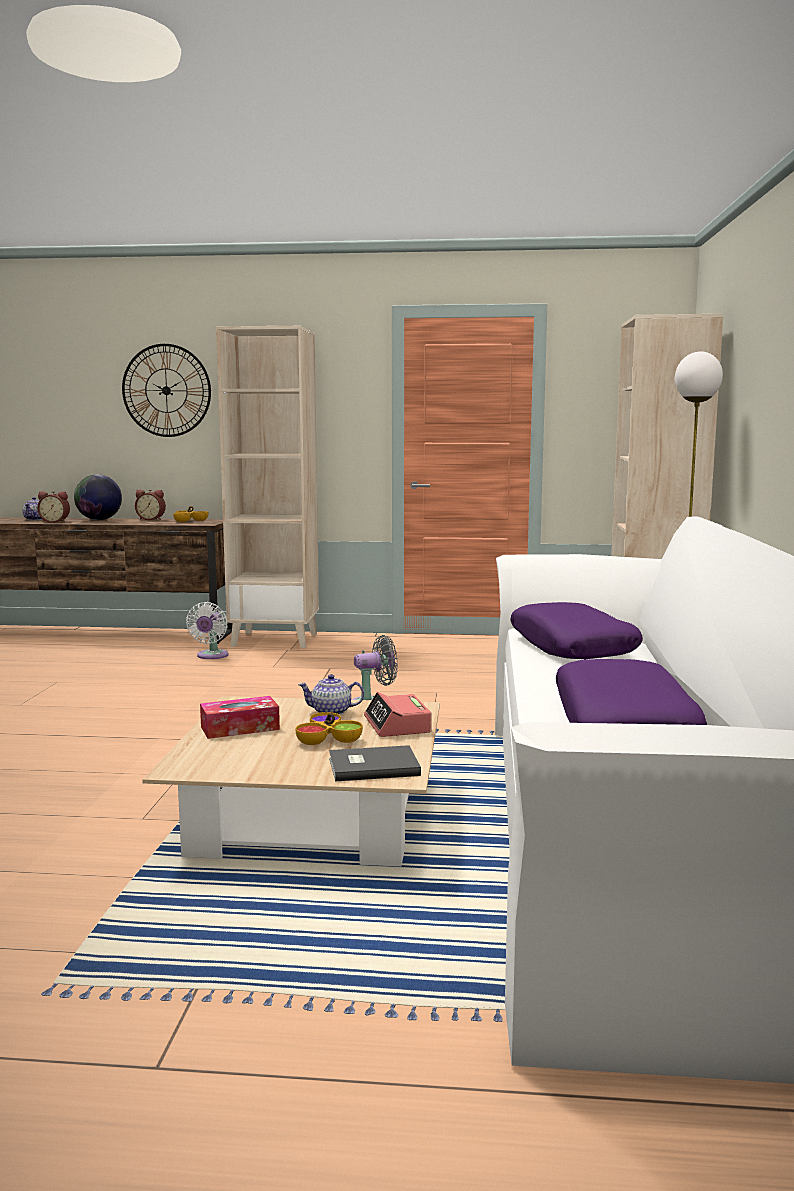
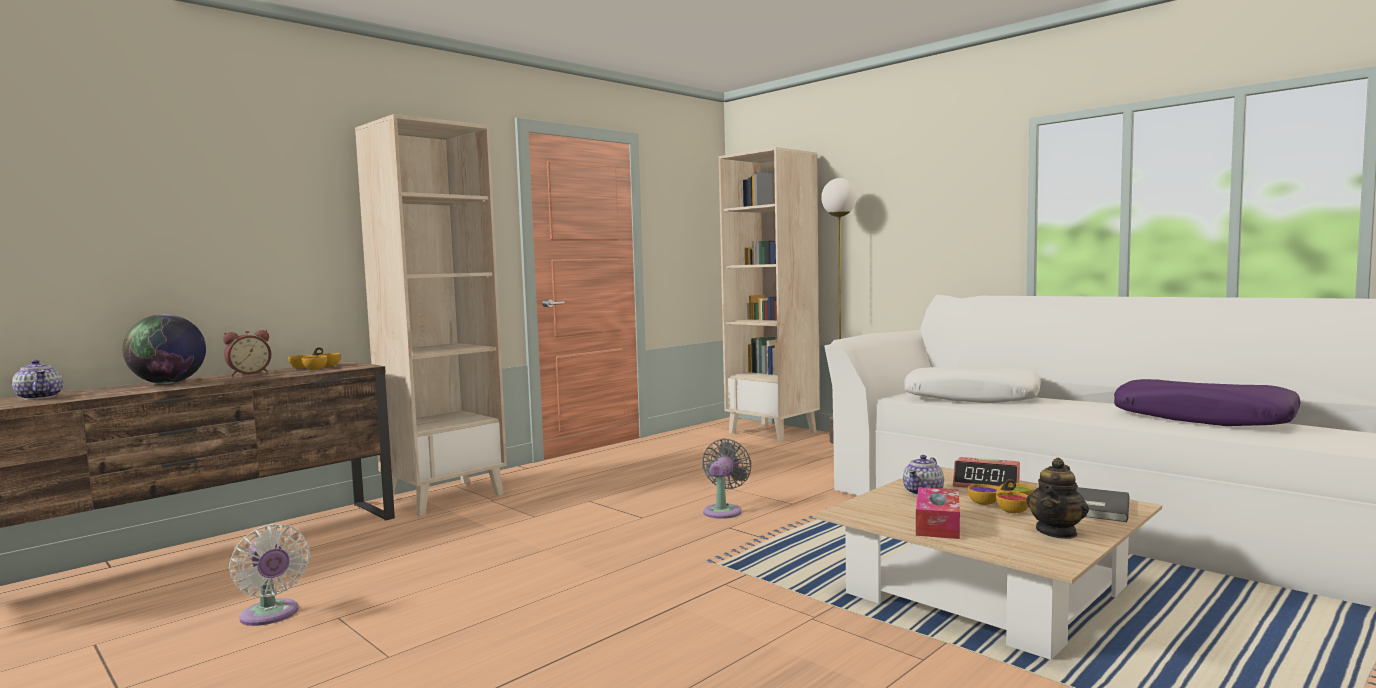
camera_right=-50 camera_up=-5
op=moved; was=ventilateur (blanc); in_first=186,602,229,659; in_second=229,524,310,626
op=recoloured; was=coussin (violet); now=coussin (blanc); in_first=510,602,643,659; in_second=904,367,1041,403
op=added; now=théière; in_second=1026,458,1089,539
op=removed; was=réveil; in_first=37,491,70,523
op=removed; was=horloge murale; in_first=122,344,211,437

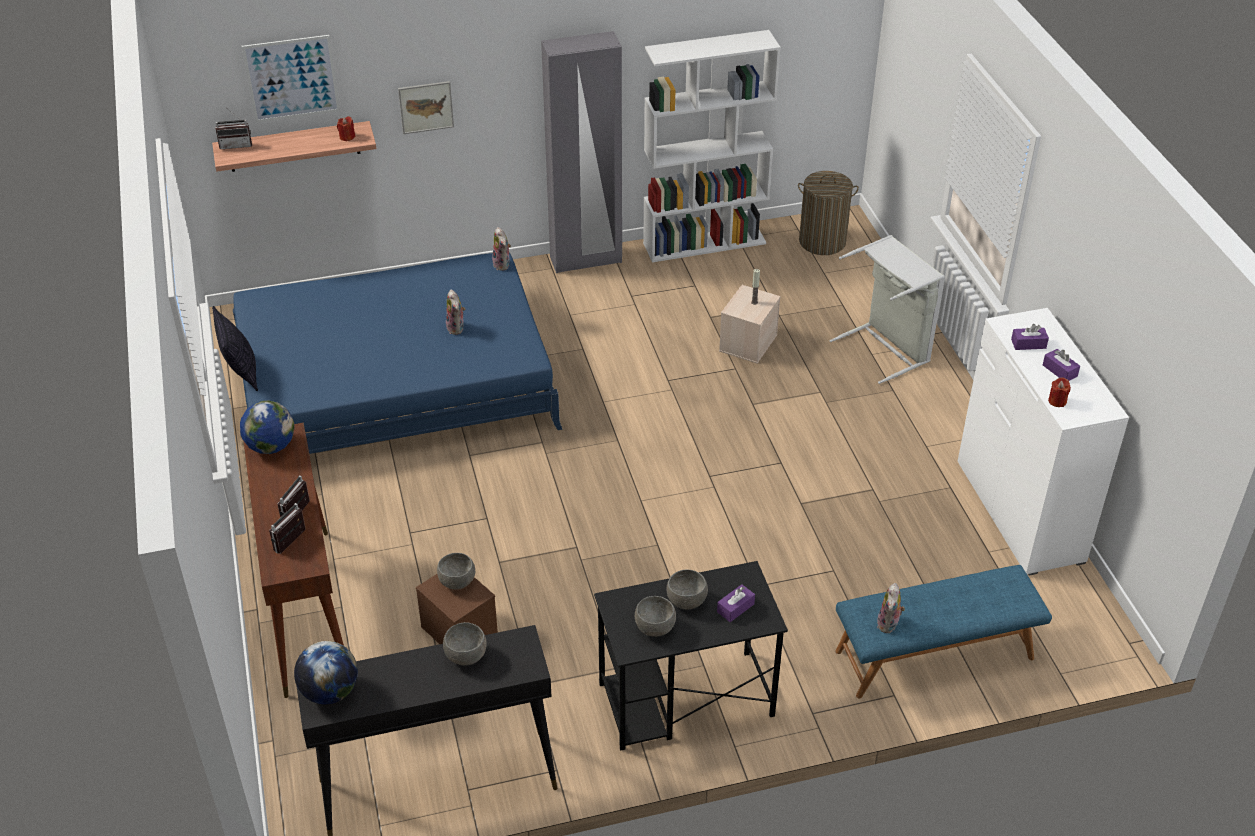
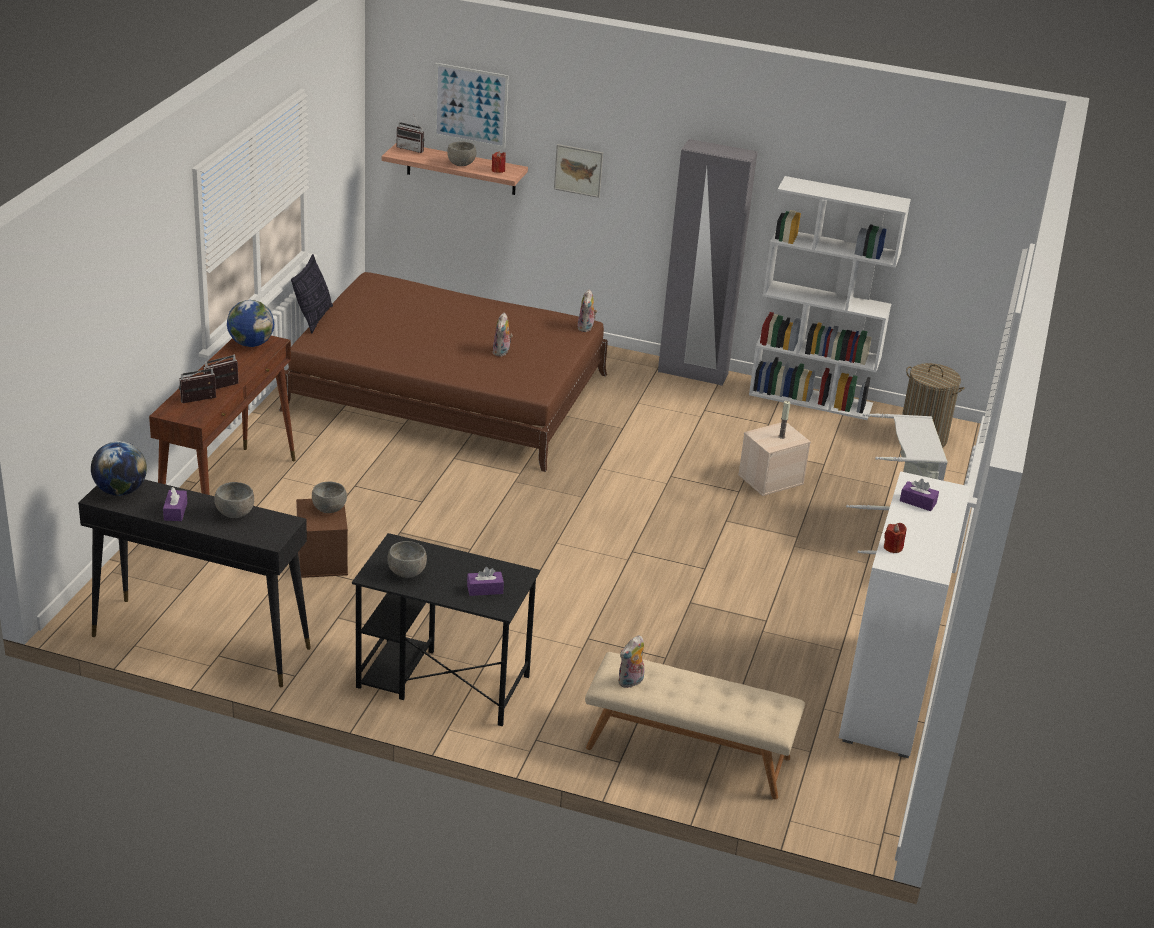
camera_right=30 camera_up=-10
op=moved; was=boîte à mouchoirs (violet); in_first=1043,349,1080,381; in_second=163,487,187,521
op=recoloured; was=lit (bleu); now=lit (marron); in_first=233,253,562,454; in_second=279,272,608,472
op=moved; was=bol (gris); in_first=666,570,708,609; in_second=447,141,476,166
op=recoloured; was=banc (bleu); now=banc (beige); in_first=836,565,1052,698; in_second=585,652,805,799

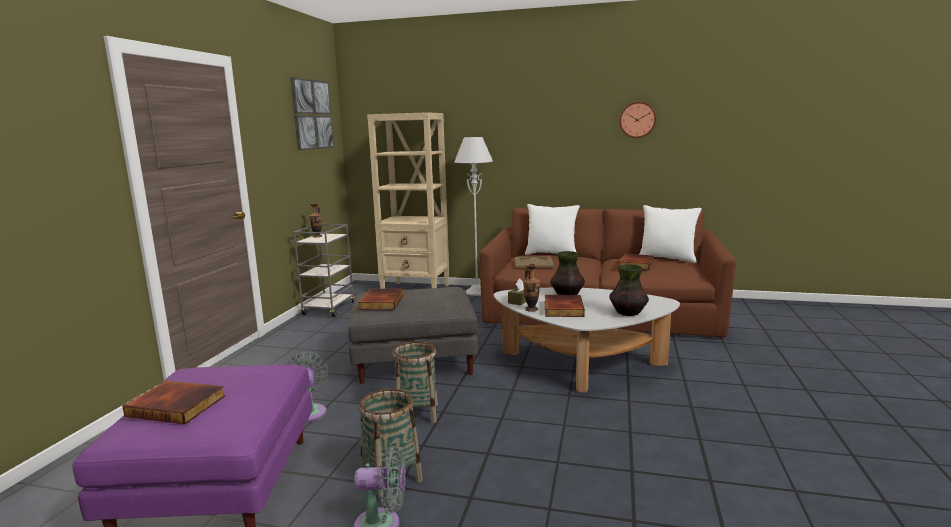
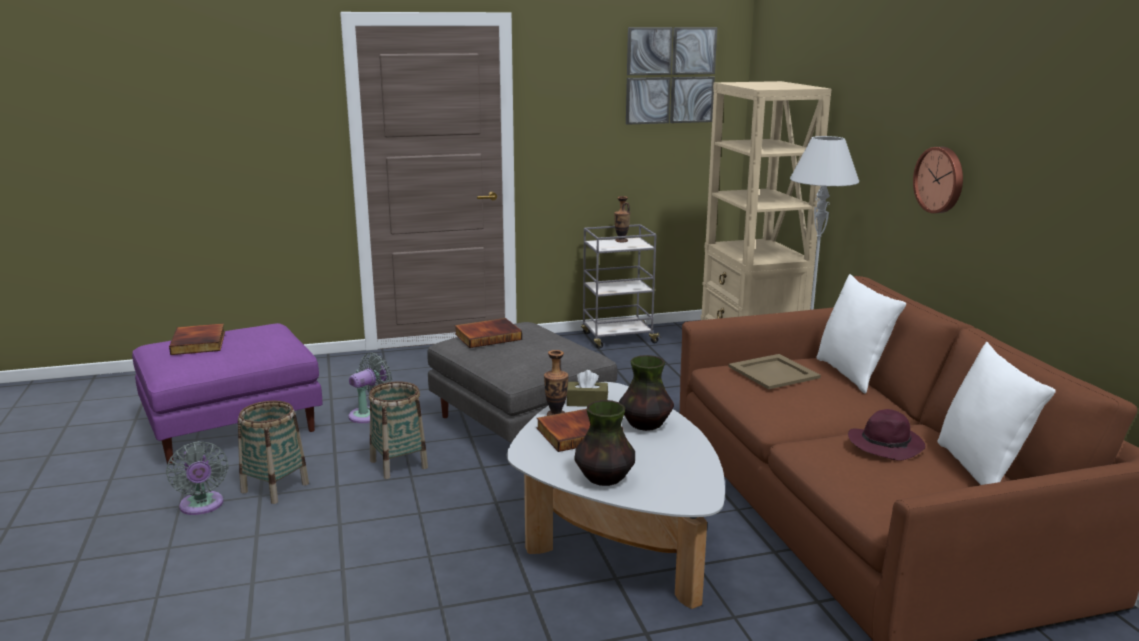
camera_right=60 camera_up=5
op=replaced; was=livre; now=chapeau (violet); in_first=619,254,654,270; in_second=848,409,925,461
op=moved; was=horloge murale; in_first=619,102,656,138; in_second=913,147,963,213

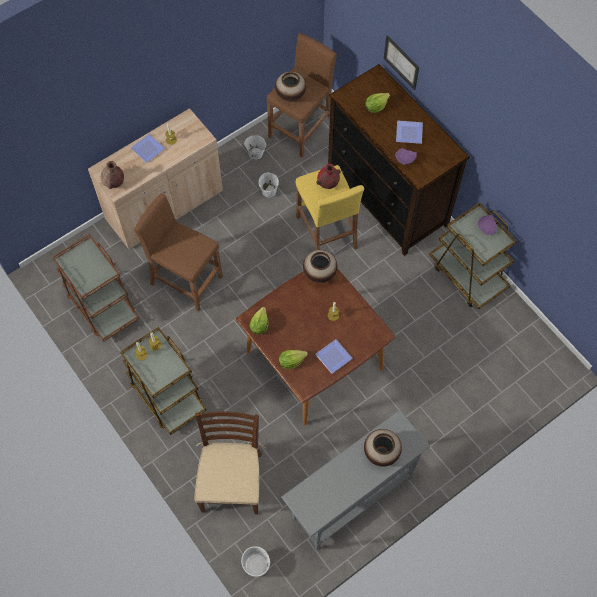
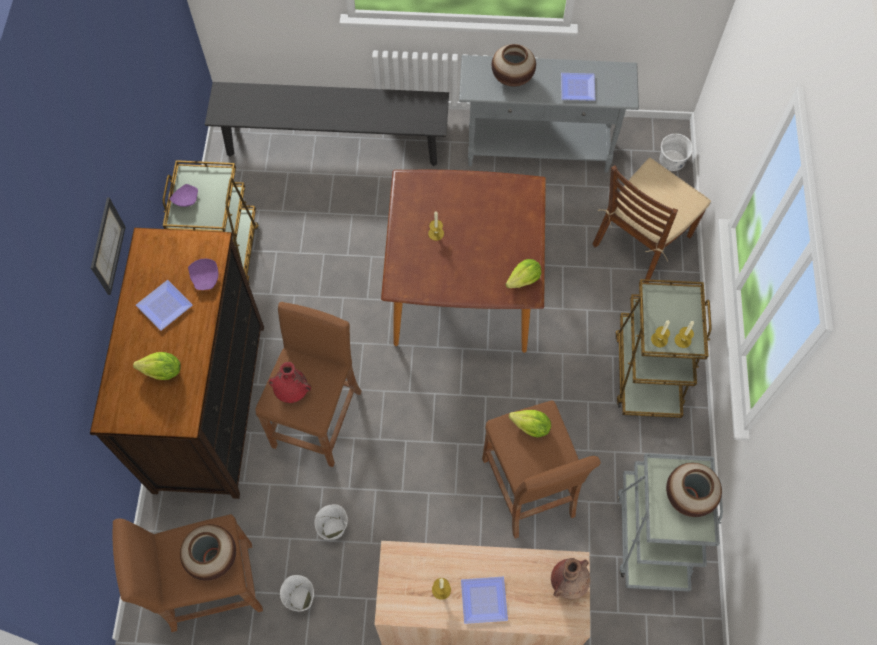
camera_right=-140 camera_up=0
op=moved; was=tableau; in_first=383,35,419,90; in_second=91,197,126,295
op=added; now=banc (noir); in_second=205,82,449,166
op=recoloured; was=tabouret (jaune); now=tabouret (marron); in_first=296,165,364,250; in_second=255,302,362,467
op=moved; was=laitue; in_first=279,350,308,369; in_second=509,410,551,437
op=moved; was=assiette; in_first=315,339,353,374; in_second=561,73,595,101
op=recoloured; was=chariot (marron); now=chariot (gris); in_first=52,234,139,341; in_second=618,453,723,592
op=moved; was=vase; in_first=303,250,337,283; in_second=666,463,722,517

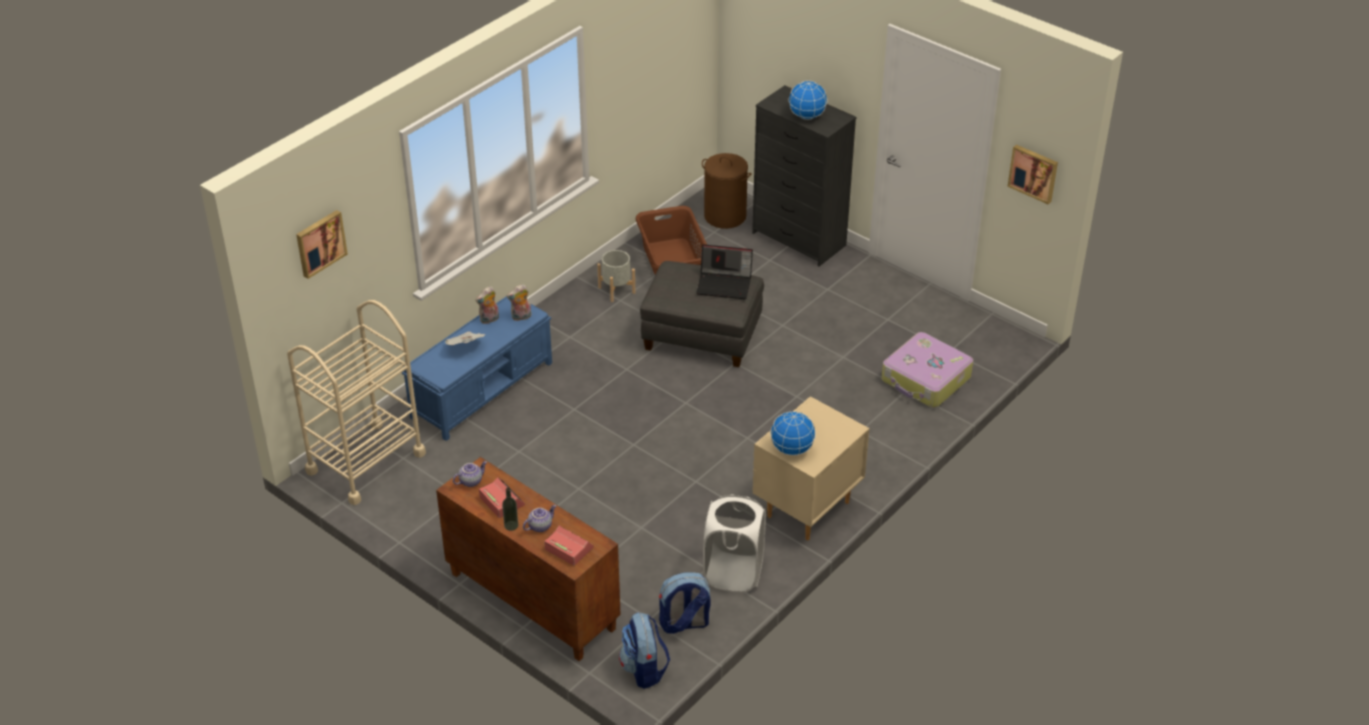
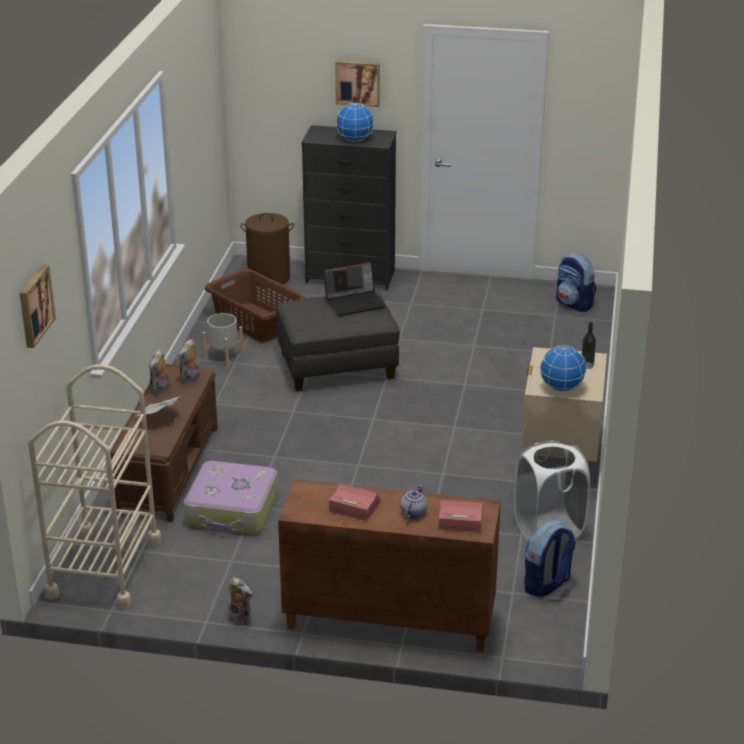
camera_right=-30 camera_up=-10
op=recoloured; was=banc (bleu); now=banc (marron); in_first=402,296,552,441; in_second=110,364,218,522
op=moved; was=valise; in_first=882,332,973,408; in_second=184,461,278,534
op=added; now=peluche; in_second=228,577,252,626
op=moved; was=tableau; in_first=1007,145,1058,204; in_second=335,60,380,107
op=moved; was=sac à dos; in_first=619,612,670,689; in_second=556,253,596,312
op=moved; was=bouteille; in_first=502,488,518,531; in_second=582,322,596,369
op=removed; was=théière; in_first=453,461,487,487

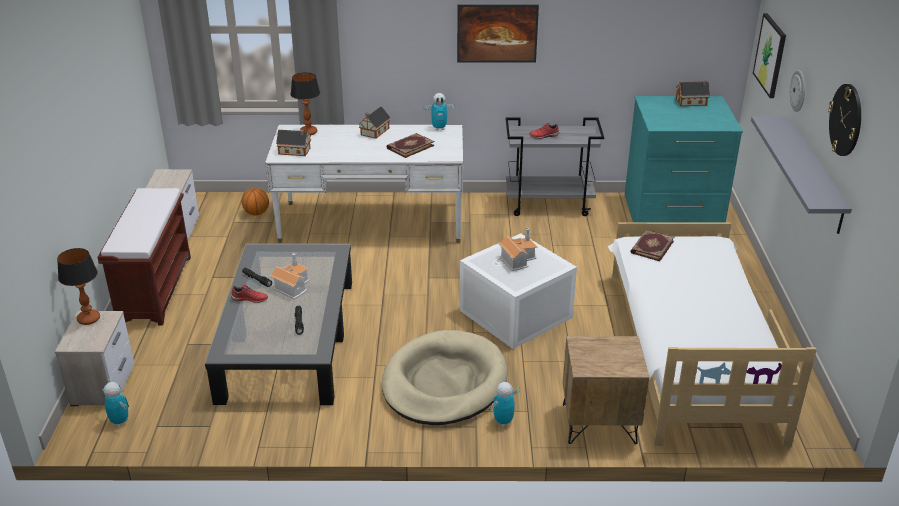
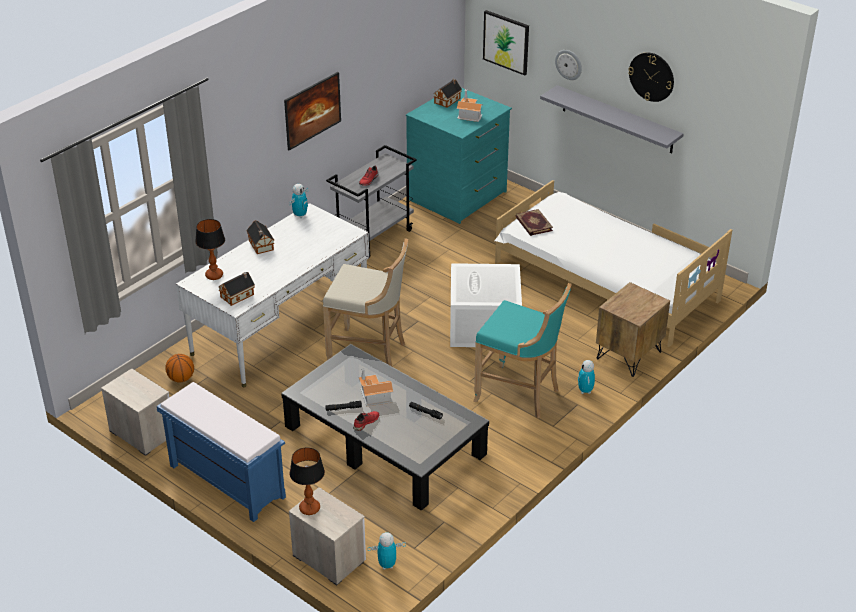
camera_right=-50 camera_up=5
op=recoloured; was=banc (marron); now=banc (bleu); in_first=97,188,191,326; in_second=157,382,286,522
op=added; now=tabouret (beige); in_second=323,238,408,366
op=moved; was=maison miniature; in_first=498,228,538,271; in_second=456,89,482,122
op=replaced; was=panier pour chien (beige); now=tabouret (turquoise); in_first=382,330,507,425; in_second=473,283,572,419
op=removed; was=livre; in_first=387,133,435,158

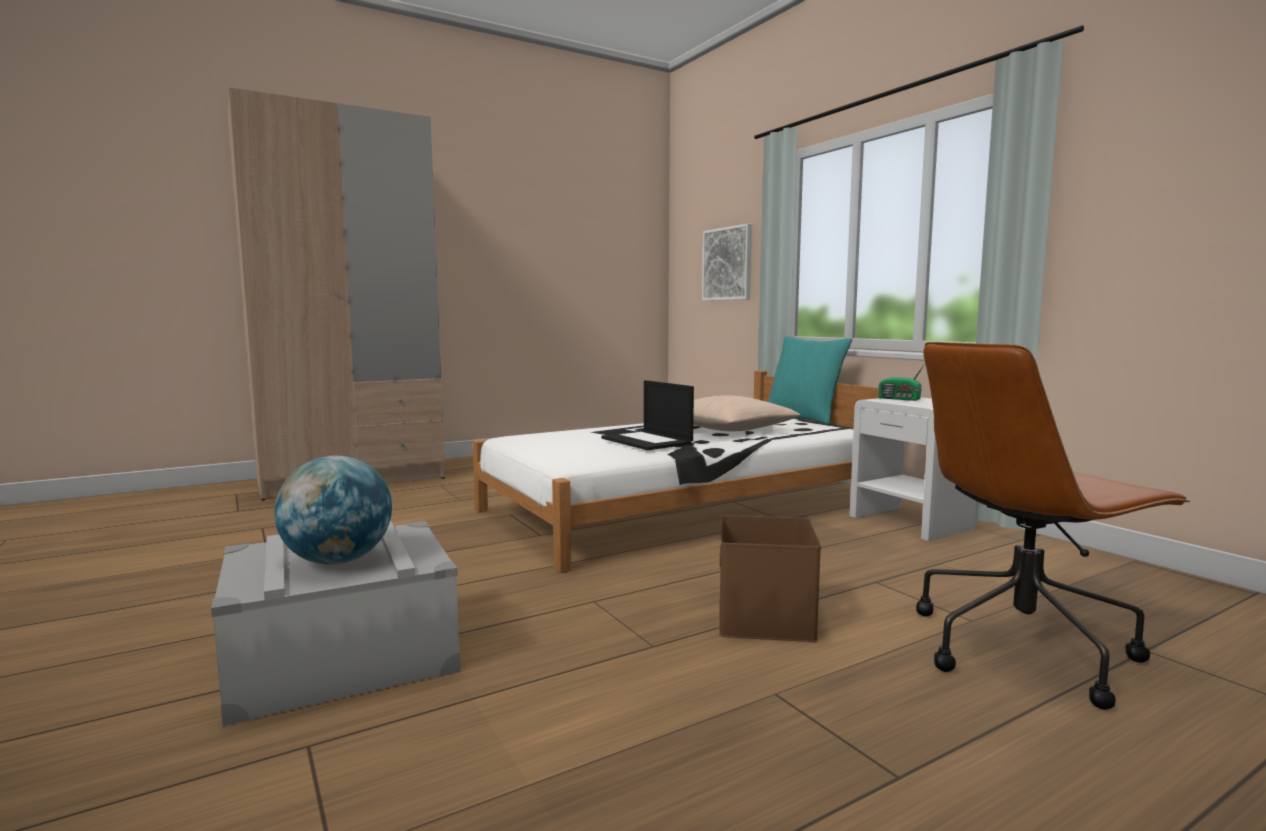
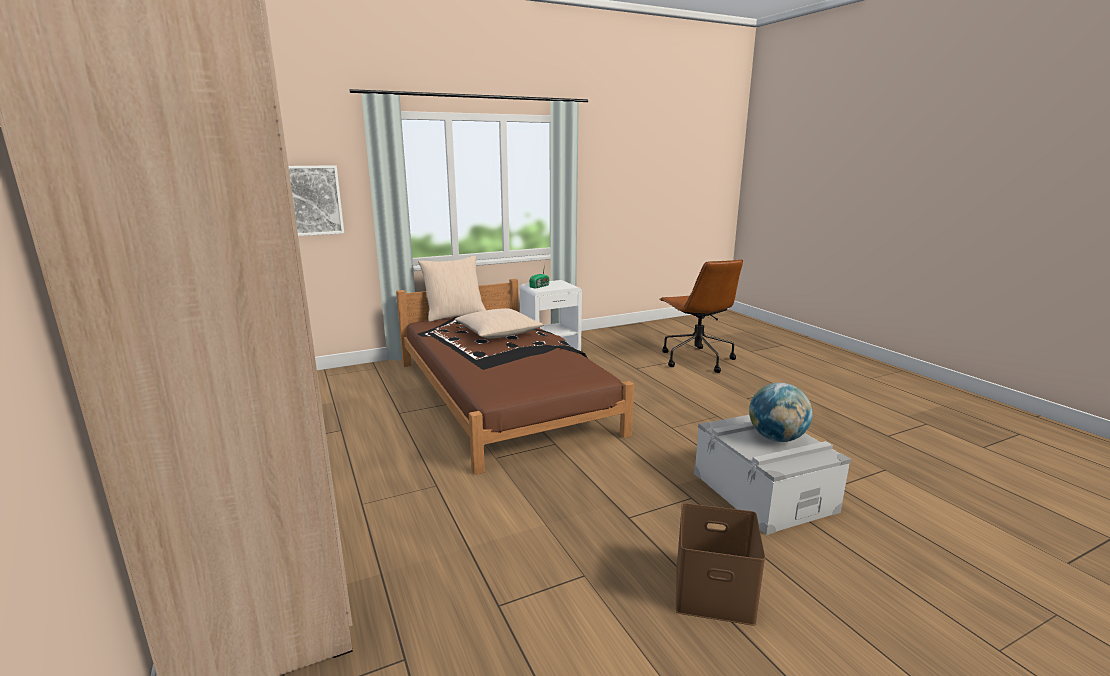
camera_right=-85 camera_up=10
op=recoloured; was=lit (blanc); now=lit (marron); in_first=473,370,879,573; in_second=396,279,634,475
op=recoloured; was=coussin (turquoise); now=coussin (beige); in_first=767,336,852,425; in_second=418,256,486,322
op=moved; was=boîte de rangement (marron); in_first=719,515,821,642; in_second=676,503,765,626
op=removed; was=ordinateur portable; in_first=601,380,694,451

